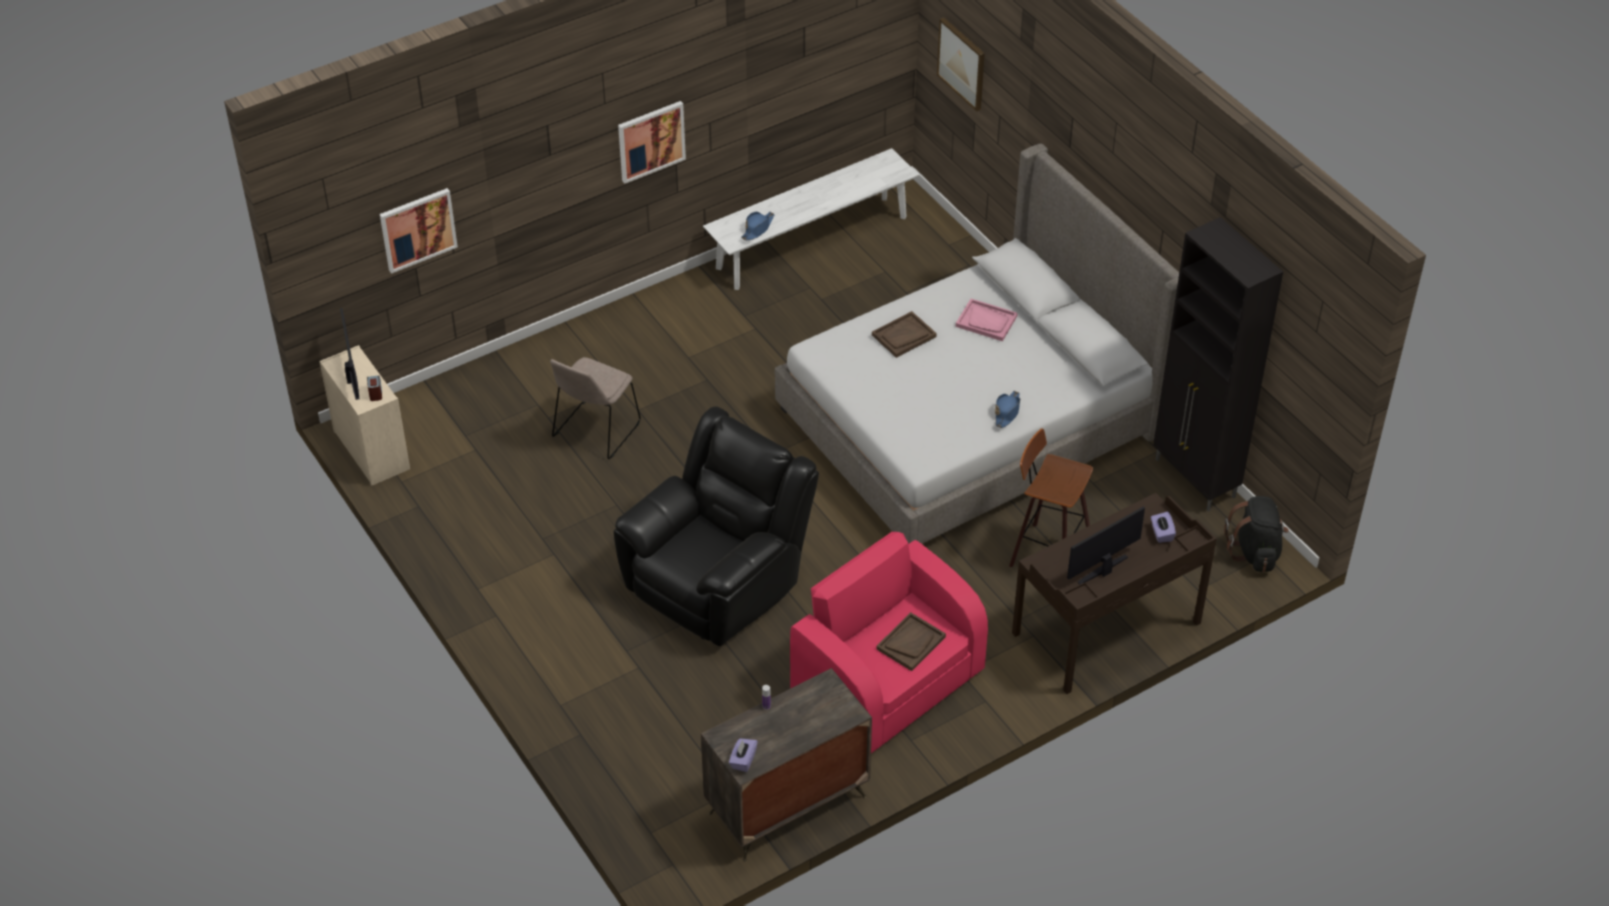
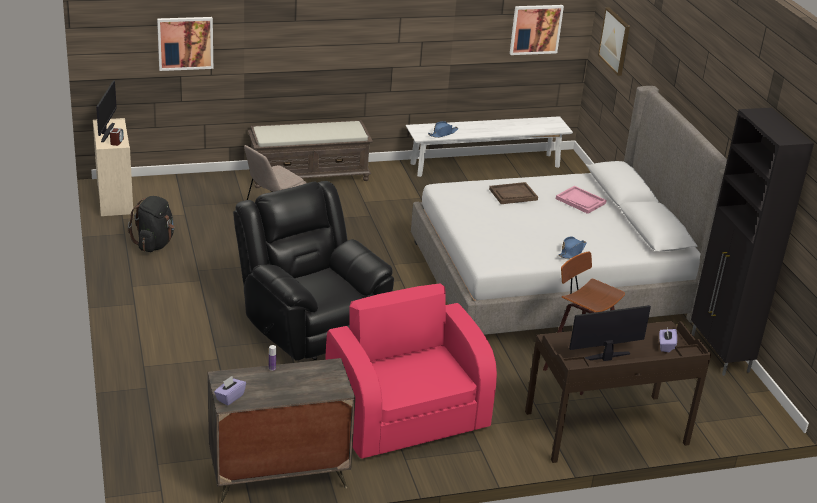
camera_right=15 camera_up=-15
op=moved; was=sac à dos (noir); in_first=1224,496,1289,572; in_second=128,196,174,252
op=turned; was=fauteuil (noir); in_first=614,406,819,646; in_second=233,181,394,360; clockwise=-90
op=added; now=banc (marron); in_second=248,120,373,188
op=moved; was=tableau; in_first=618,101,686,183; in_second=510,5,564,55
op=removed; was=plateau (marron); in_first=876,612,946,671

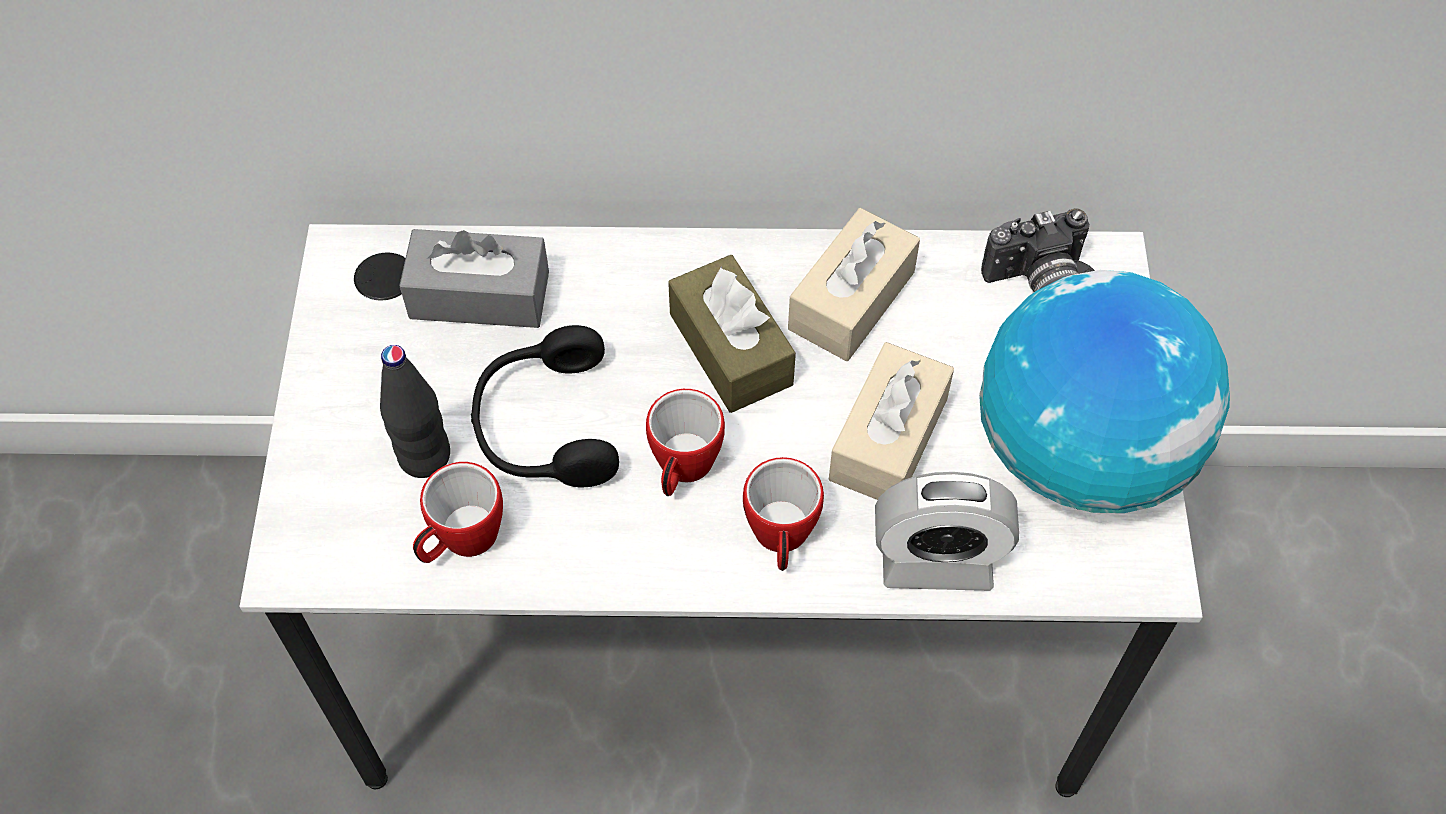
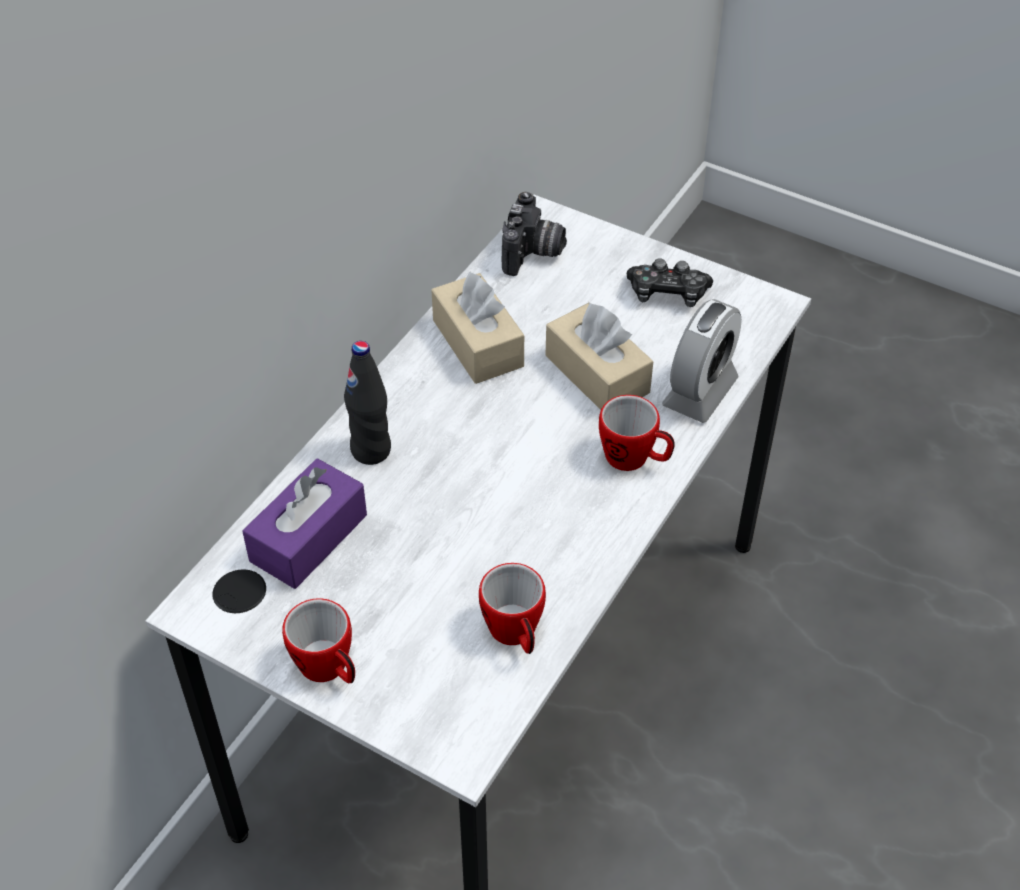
camera_right=-60 camera_up=-10
op=recoloured; was=boîte à mouchoirs (gris); now=boîte à mouchoirs (violet); in_first=399,229,549,328; in_second=242,459,367,589
op=moved; was=mug; in_first=646,389,725,496; in_second=282,598,355,683
op=moved; was=bouteille (noir); in_first=380,345,450,478; in_second=344,341,391,465
op=replaced; was=globe; now=manette; in_first=979,270,1230,513; in_second=627,258,713,307
op=removed; was=casque audio (noir); in_first=471,325,619,487
op=removed; was=boîte à mouchoirs (marron); in_first=668,255,796,413

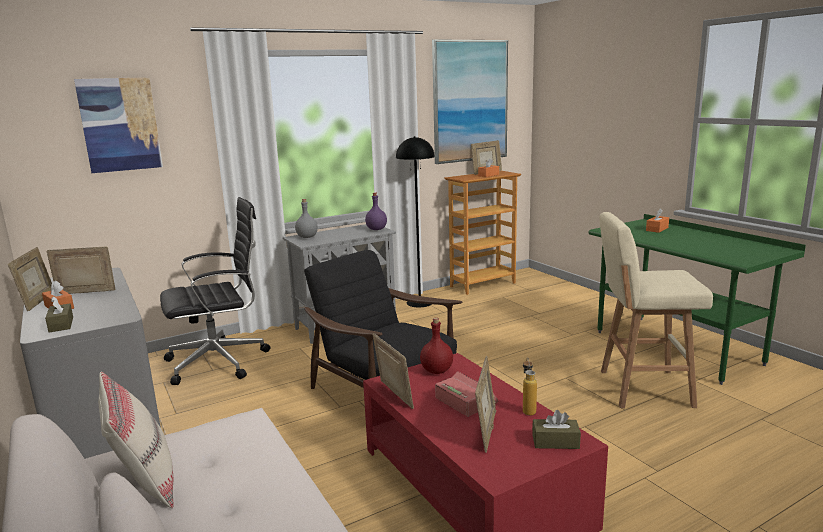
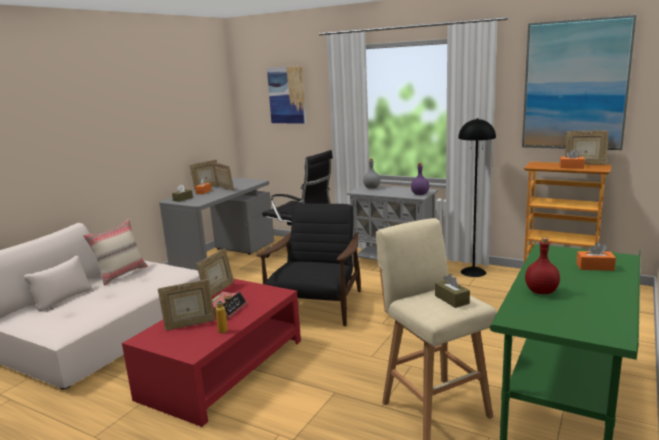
camera_right=60 camera_up=0
op=moved; was=boîte à mouchoirs (marron); in_first=532,410,581,449; in_second=435,274,470,308
op=moved; was=bouteille (rouge); in_first=420,317,453,374; in_second=525,237,560,294

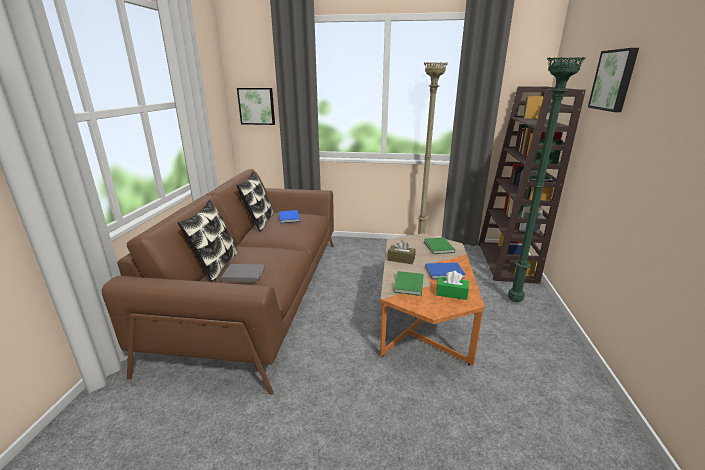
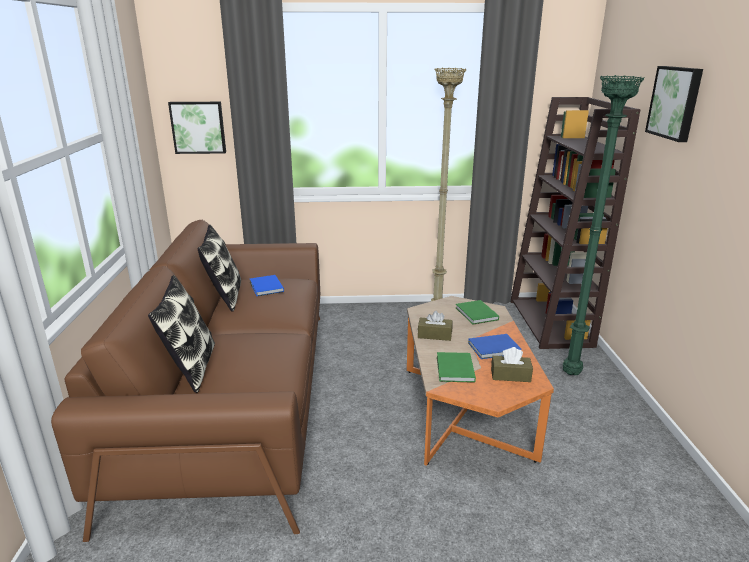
camera_right=-10 camera_up=0
op=recoloured; was=boîte à mouchoirs (vert); now=boîte à mouchoirs (marron); in_first=436,271,469,300; in_second=491,347,533,382
op=removed; was=livre (gris); in_first=221,264,265,282

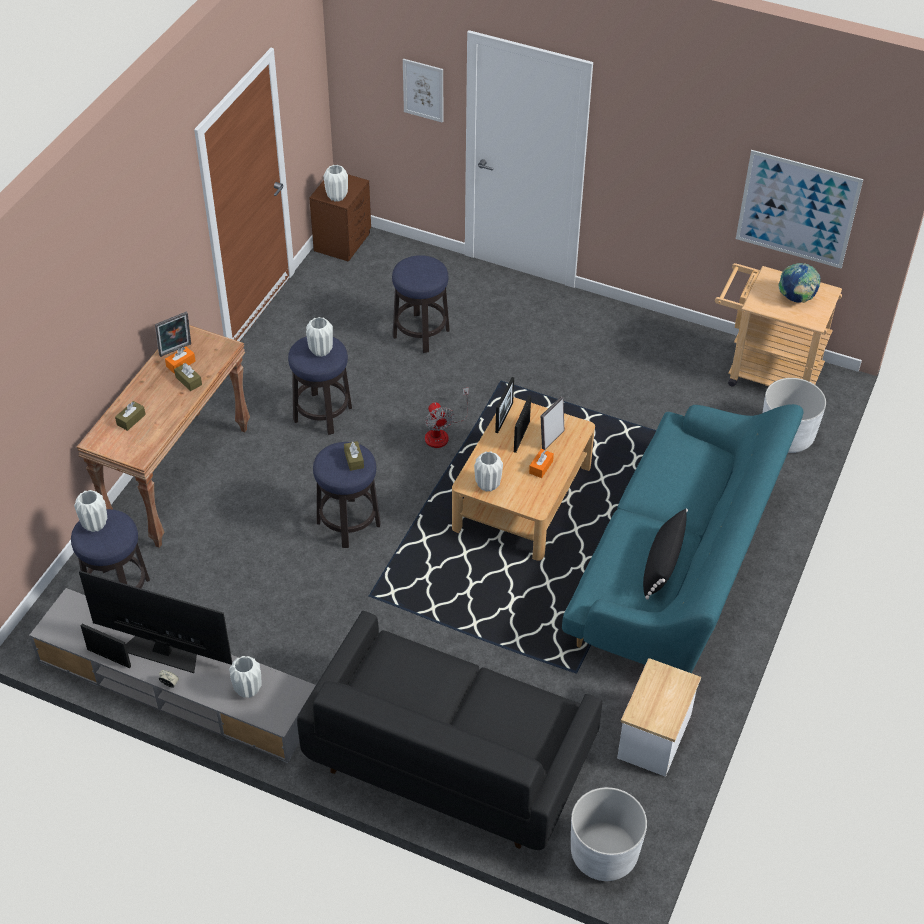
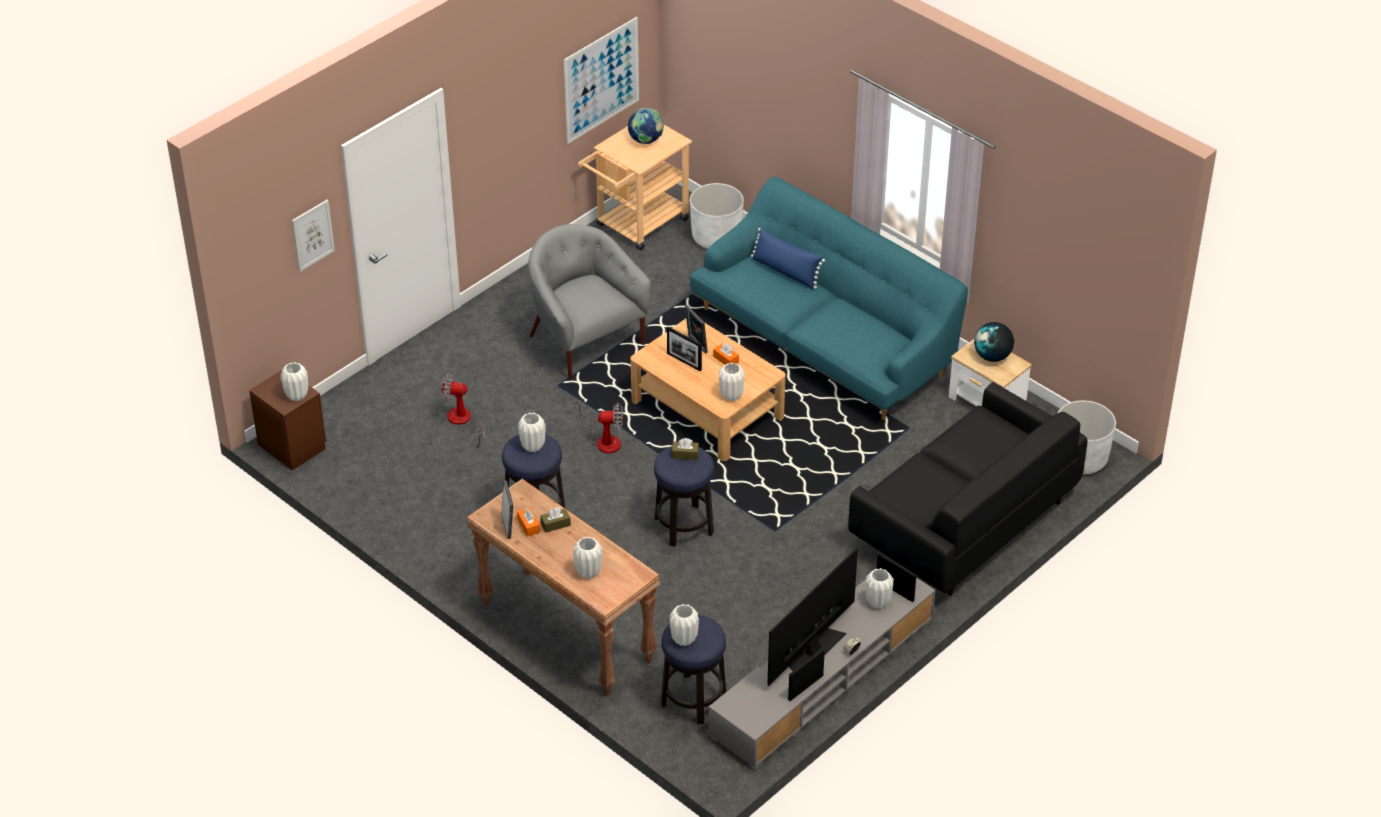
camera_right=-70 camera_up=-5
op=replaced; was=tabouret; now=ventilateur; in_first=392,255,450,353; in_second=441,373,485,447
op=added; now=fauteuil (gris); in_second=528,224,651,379
op=replaced; was=boîte à mouchoirs (marron); now=vase (blanc); in_first=115,401,146,431; in_second=573,537,602,579
op=added; now=coussin (bleu); in_second=751,227,825,289
op=moved; was=cadre photo; in_first=495,377,514,433; in_second=877,553,917,602
op=added; now=globe; in_second=974,322,1014,362
op=removed; was=coussin (noir); in_first=643,509,688,600

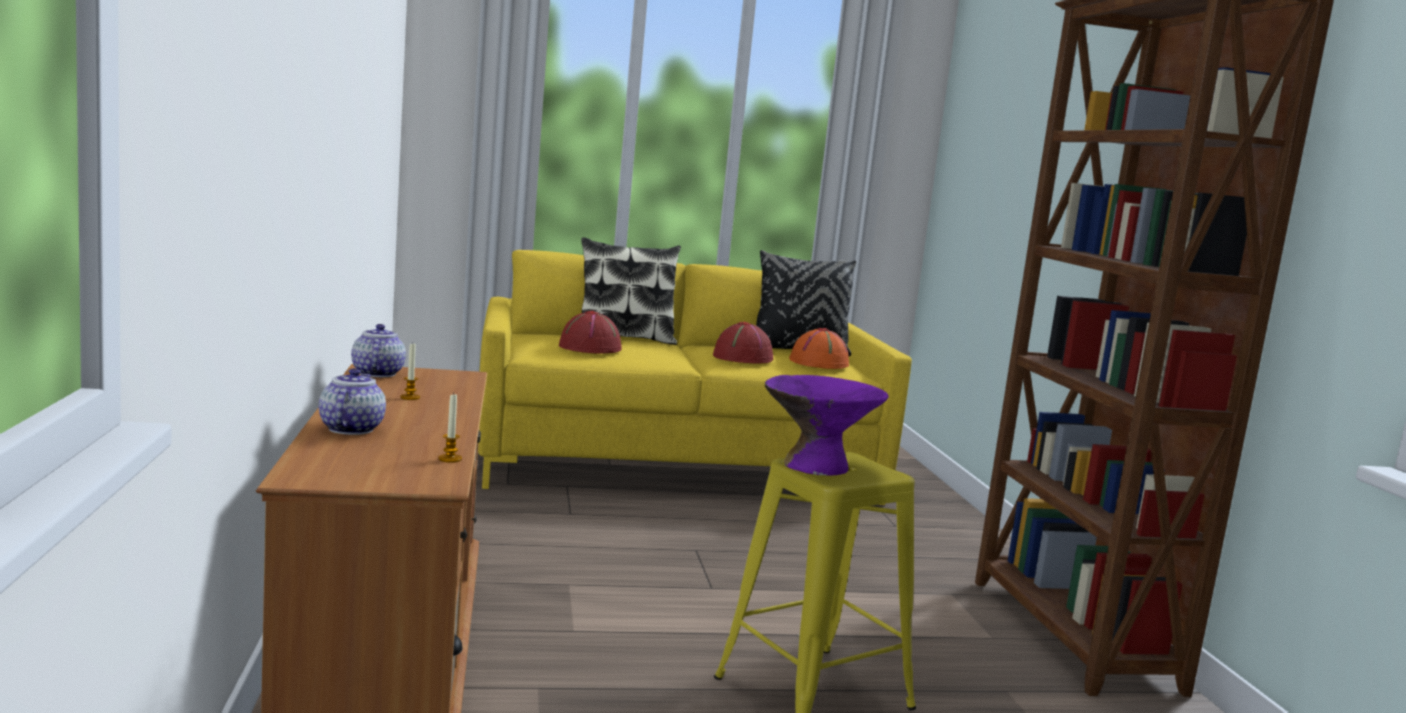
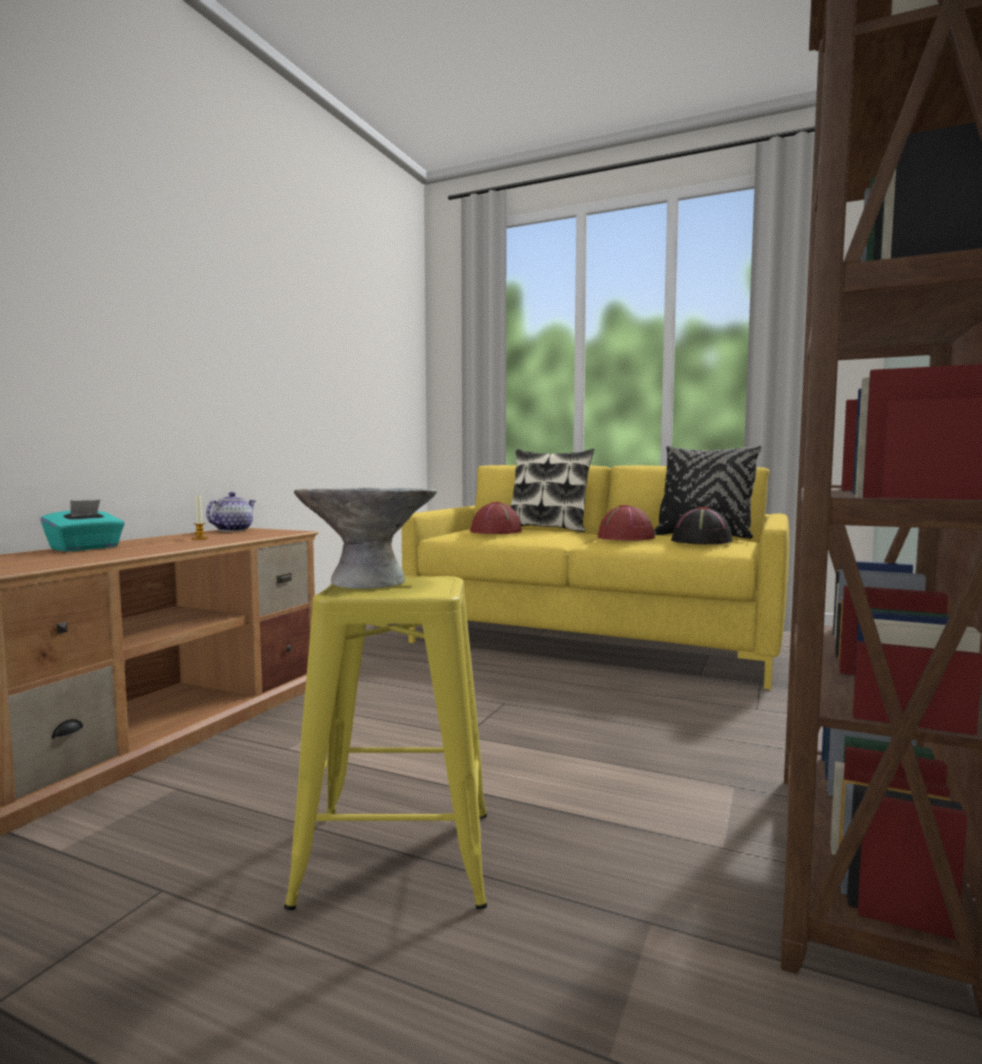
camera_right=35 camera_up=-5
op=replaced; was=théière; now=boîte à mouchoirs (turquoise); in_first=319,368,386,435; in_second=41,500,125,551
op=recoloured; was=bol (violet); now=bol (gris); in_first=765,375,889,475; in_second=294,488,437,589
op=recoloured; was=chapeau (orange); now=chapeau (noir); in_first=789,328,849,369; in_second=671,507,733,544
op=removed; was=bougie; in_first=438,393,462,463

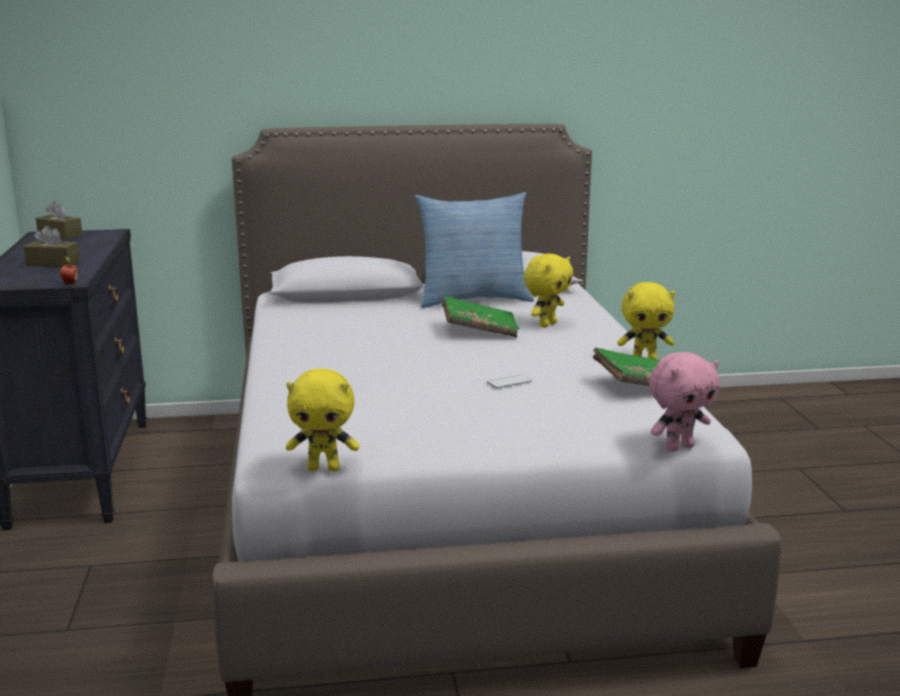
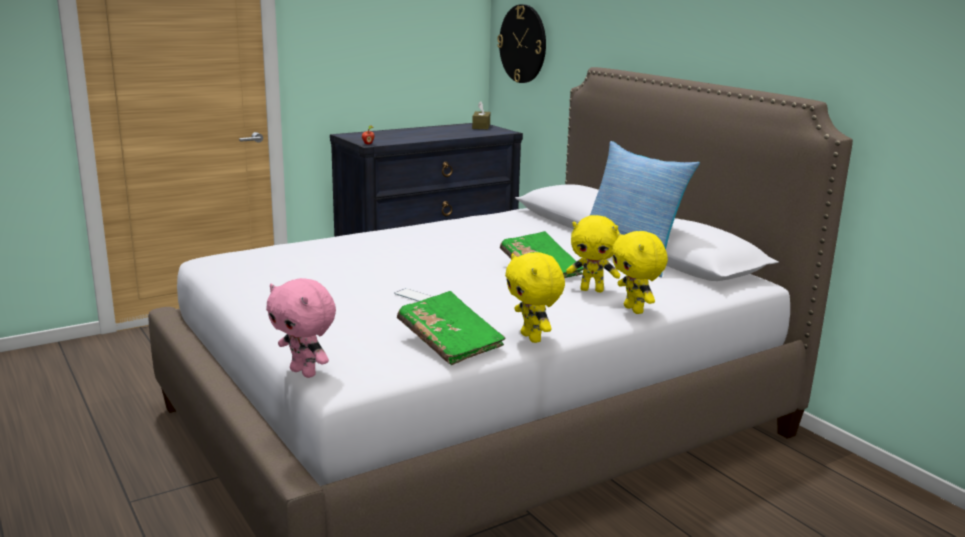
camera_right=65 camera_up=0
op=added; now=horloge murale; in_second=497,4,546,83
op=moved; was=peluche (jaune); in_first=286,368,359,471; in_second=612,231,668,314
op=removed; was=boîte à mouchoirs (marron); in_first=24,225,80,267

